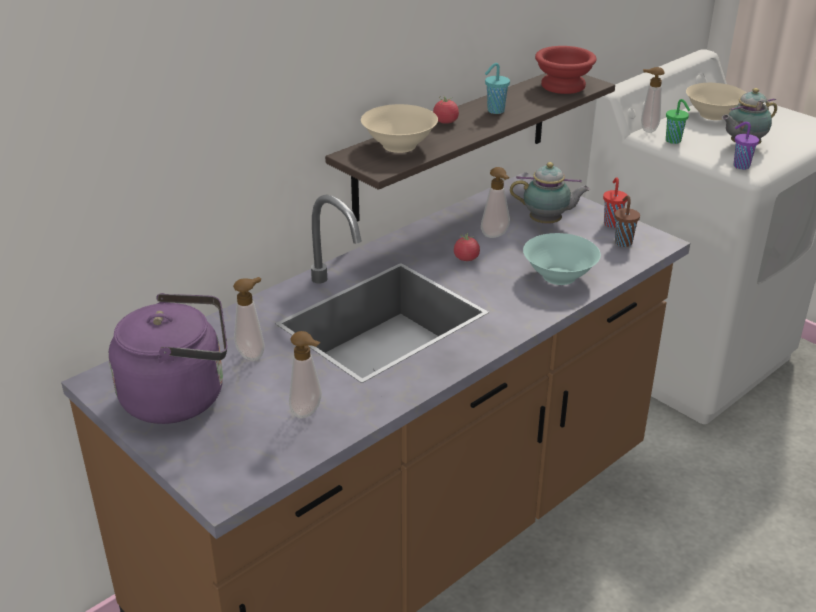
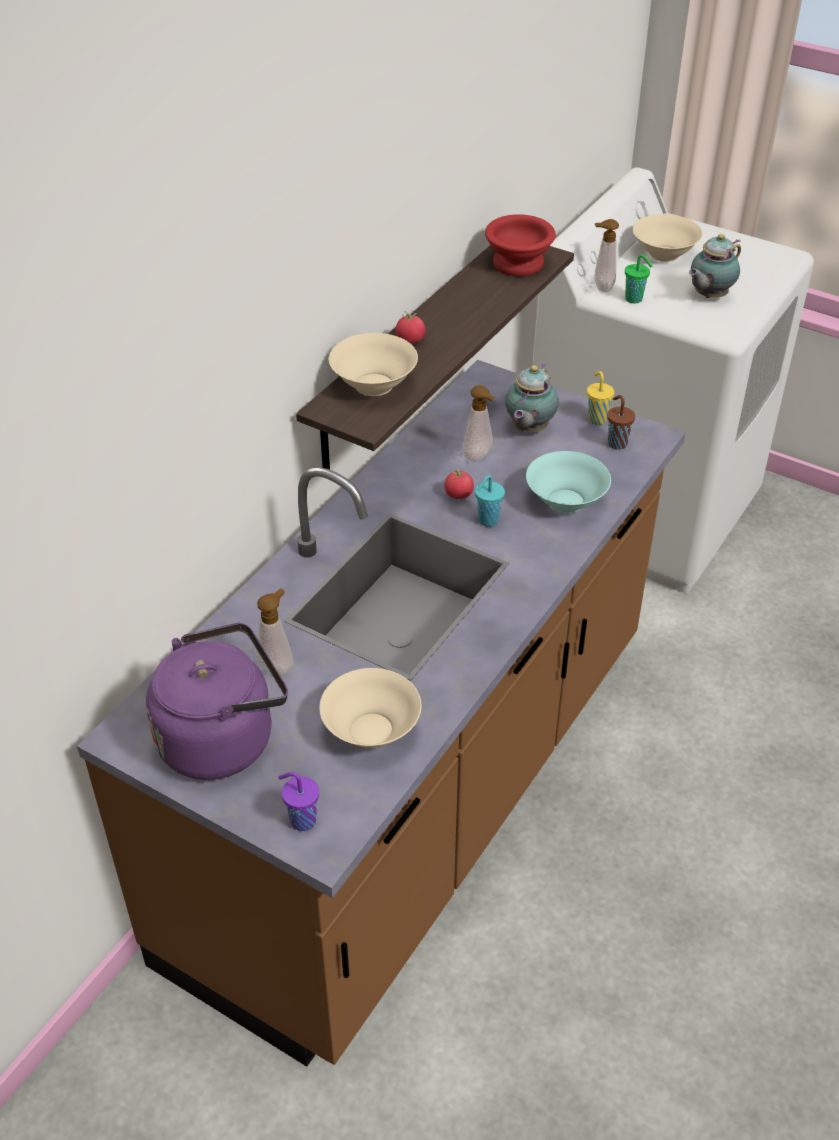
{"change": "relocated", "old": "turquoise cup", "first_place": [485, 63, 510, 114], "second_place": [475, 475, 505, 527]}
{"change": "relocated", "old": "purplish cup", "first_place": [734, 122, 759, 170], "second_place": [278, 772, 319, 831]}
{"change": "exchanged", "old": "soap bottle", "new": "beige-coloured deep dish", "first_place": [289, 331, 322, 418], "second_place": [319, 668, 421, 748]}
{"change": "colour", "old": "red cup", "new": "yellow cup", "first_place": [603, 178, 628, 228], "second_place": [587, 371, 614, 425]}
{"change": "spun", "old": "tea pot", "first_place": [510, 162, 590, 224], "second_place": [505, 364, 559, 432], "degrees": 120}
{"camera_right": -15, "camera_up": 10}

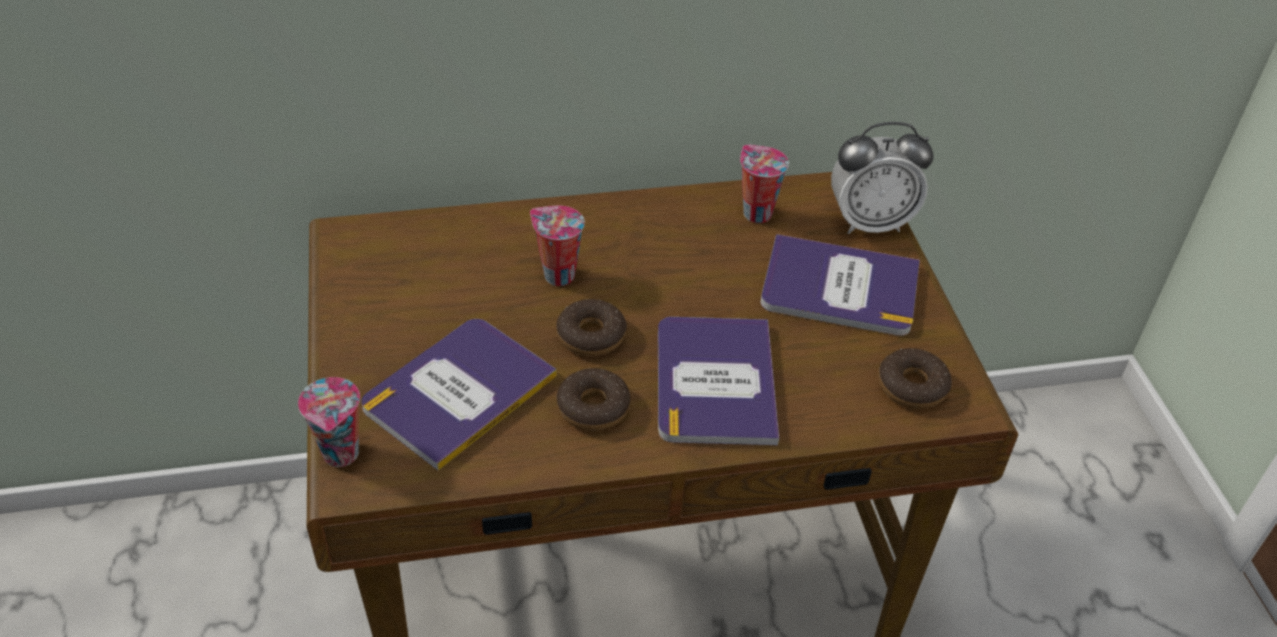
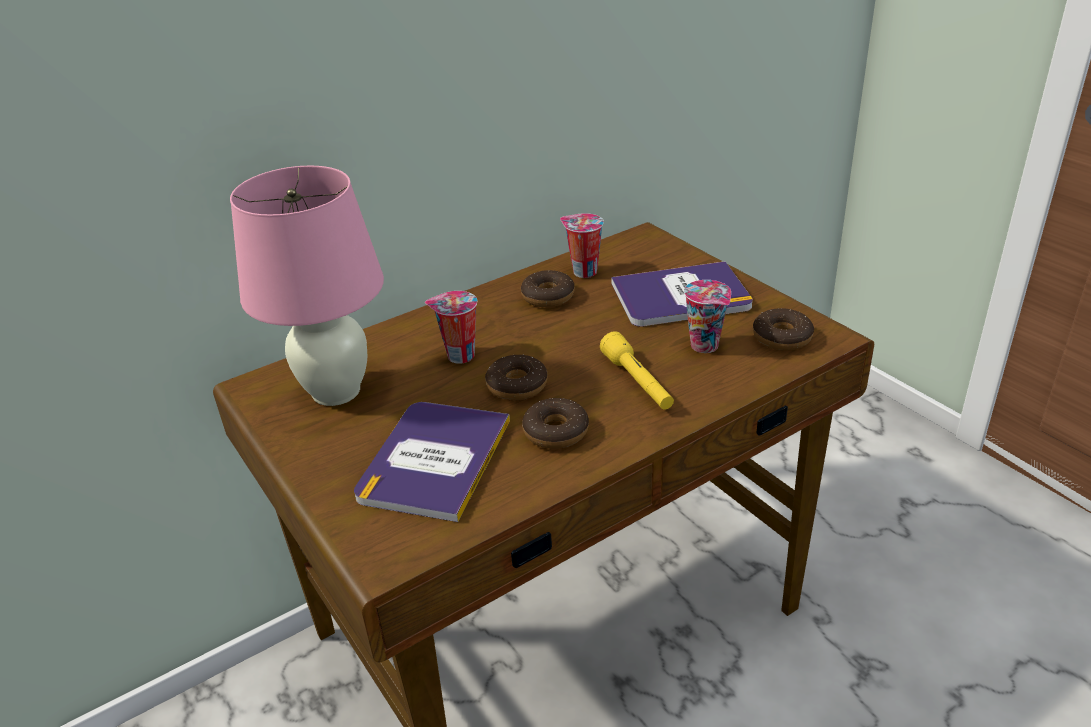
{"change": "missing", "old": "table clock", "first_place": [831, 122, 934, 234]}
{"change": "appeared", "new": "pink table lamp", "second_place": [230, 166, 384, 406]}
{"change": "appeared", "new": "doughnut", "second_place": [521, 270, 575, 307]}
{"change": "relocated", "old": "cup", "first_place": [298, 377, 360, 467], "second_place": [684, 280, 731, 353]}
{"change": "exchanged", "old": "book", "new": "yellow flashlight", "first_place": [658, 317, 779, 445], "second_place": [600, 331, 674, 410]}
{"camera_right": -20, "camera_up": -10}

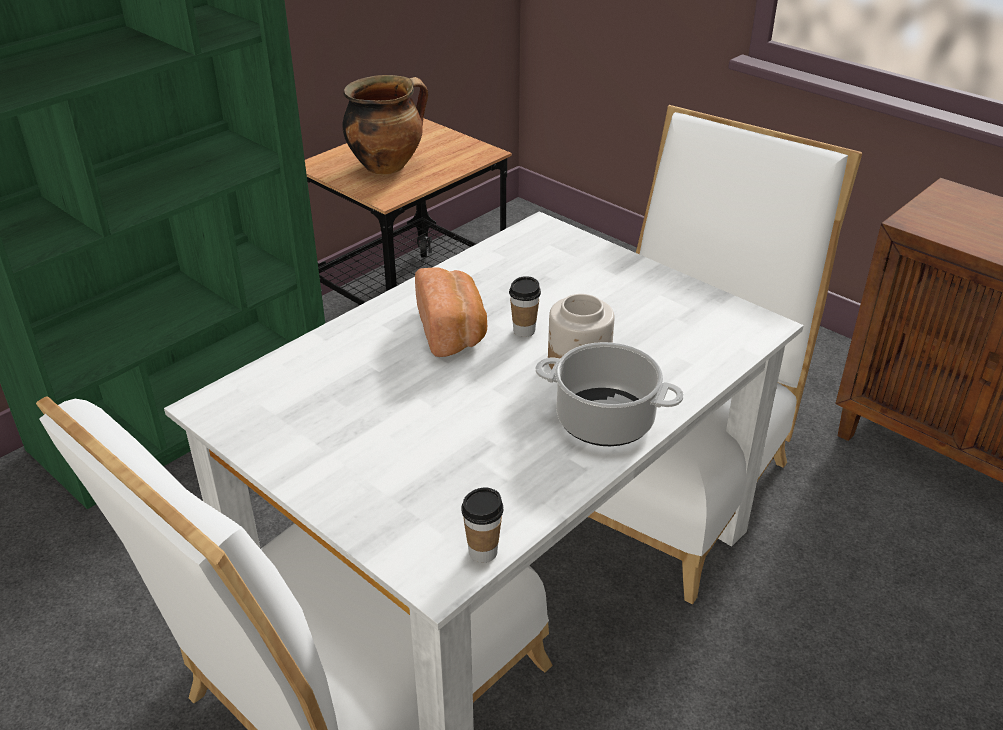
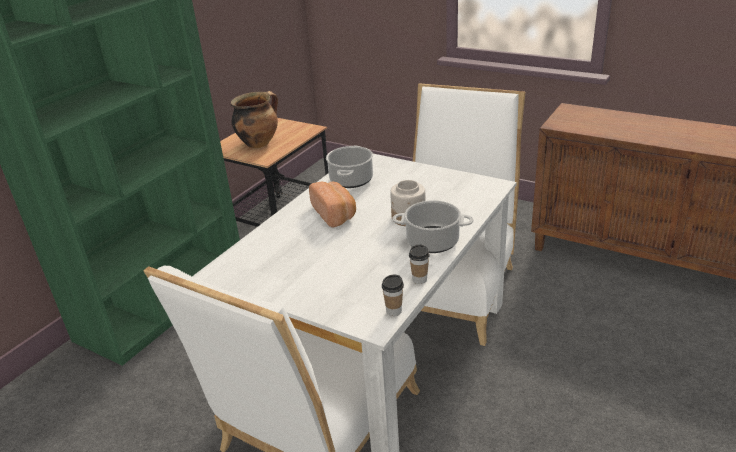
{"change": "appeared", "new": "stockpot", "second_place": [326, 146, 373, 188]}
{"change": "relocated", "old": "cup", "first_place": [509, 276, 541, 337], "second_place": [409, 244, 430, 284]}
{"camera_right": -10, "camera_up": -5}

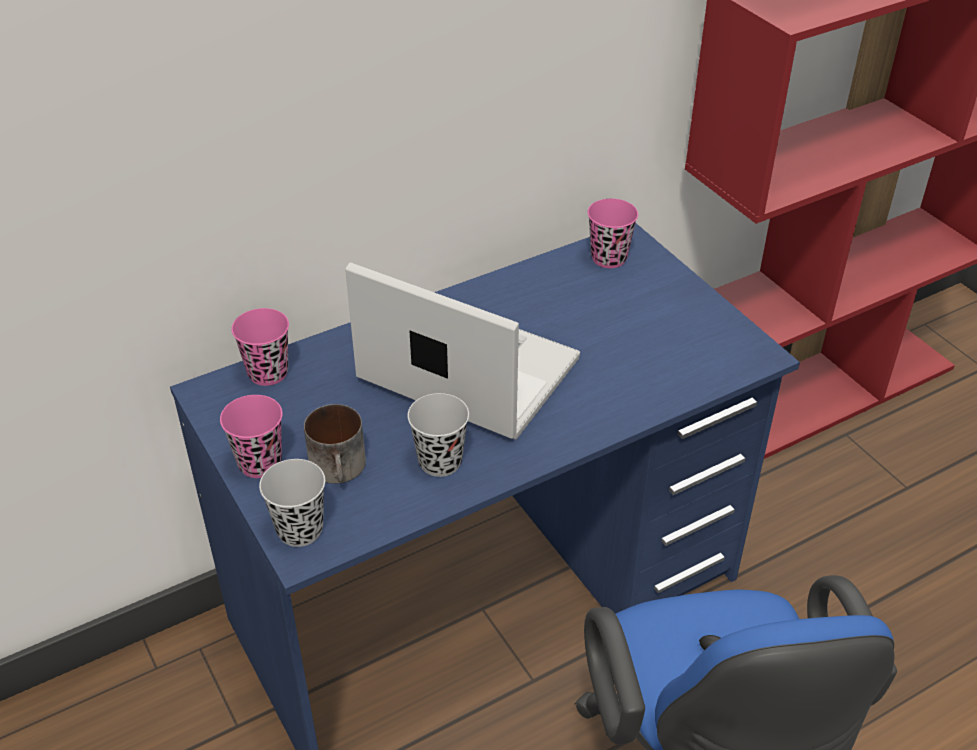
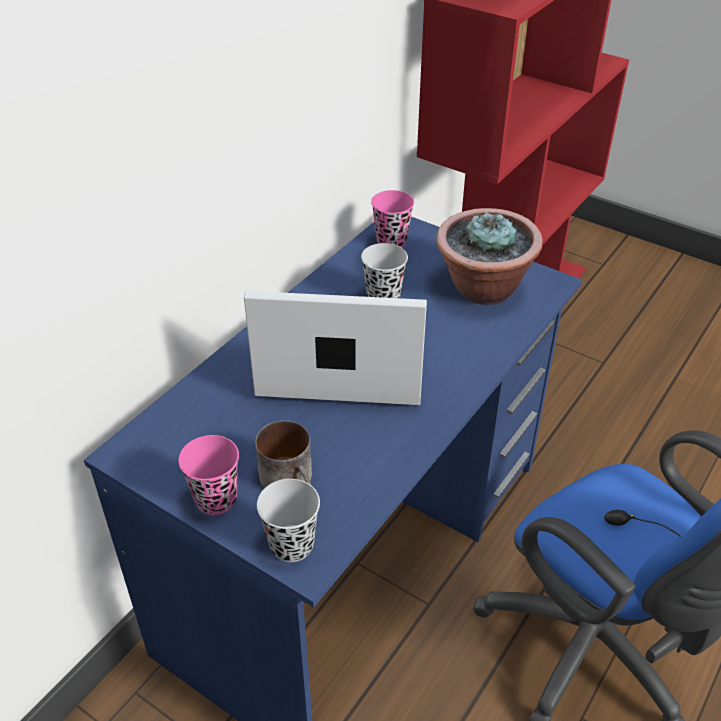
{"change": "missing", "old": "pink cup", "first_place": [232, 308, 289, 386]}
{"change": "appeared", "new": "potted plant", "second_place": [436, 208, 543, 305]}
{"change": "relocated", "old": "black-coloured cup", "first_place": [407, 393, 469, 477], "second_place": [361, 243, 408, 298]}
{"camera_right": -25, "camera_up": 0}

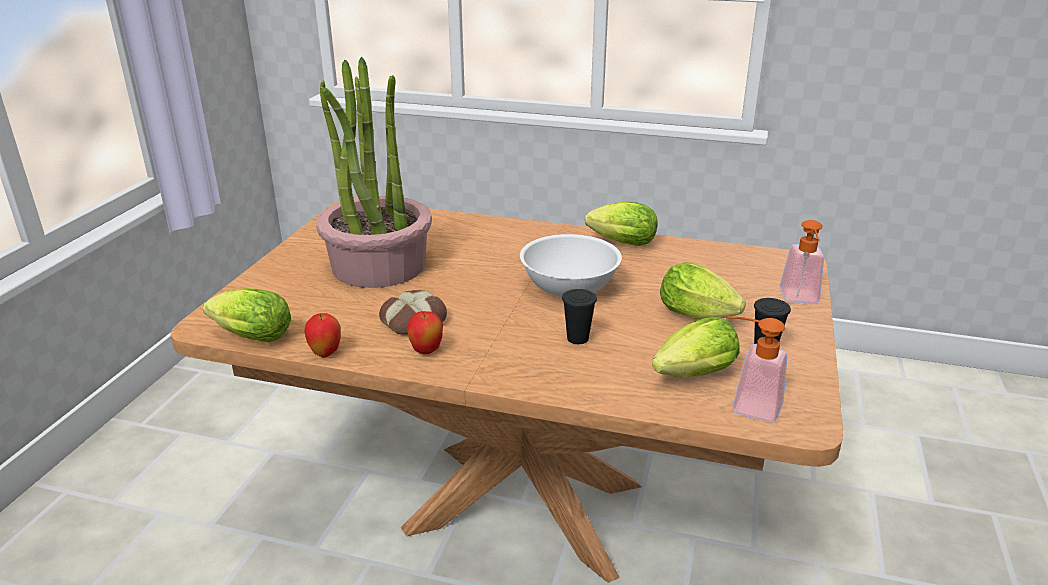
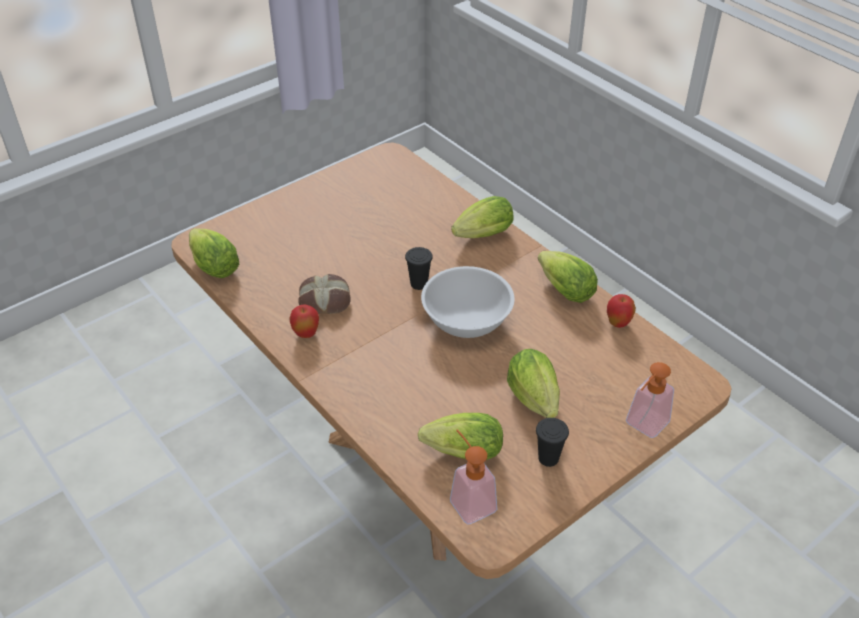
{"change": "missing", "old": "potted plant", "first_place": [316, 57, 432, 288]}
{"change": "appeared", "new": "head of lettuce", "second_place": [451, 196, 513, 238]}
{"change": "relocated", "old": "apple", "first_place": [304, 313, 341, 357], "second_place": [607, 294, 636, 328]}
{"change": "relocated", "old": "black-coloured cup", "first_place": [562, 289, 597, 344], "second_place": [405, 247, 433, 290]}
{"camera_right": 35, "camera_up": 15}

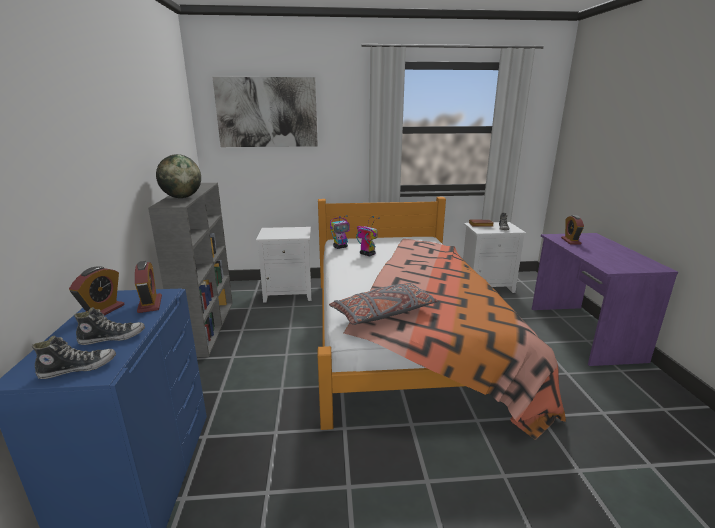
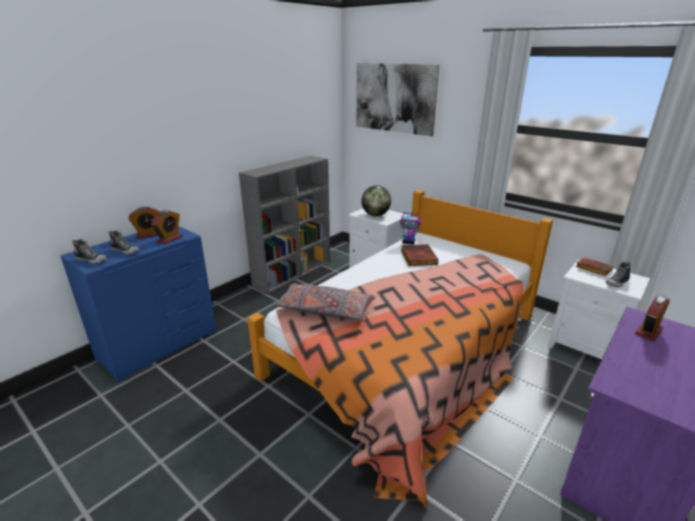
{"change": "relocated", "old": "globe", "first_place": [156, 154, 201, 198], "second_place": [362, 185, 391, 216]}
{"change": "exchanged", "old": "robot figure", "new": "book", "first_place": [356, 216, 380, 256], "second_place": [401, 244, 438, 266]}
{"camera_right": 45, "camera_up": 5}

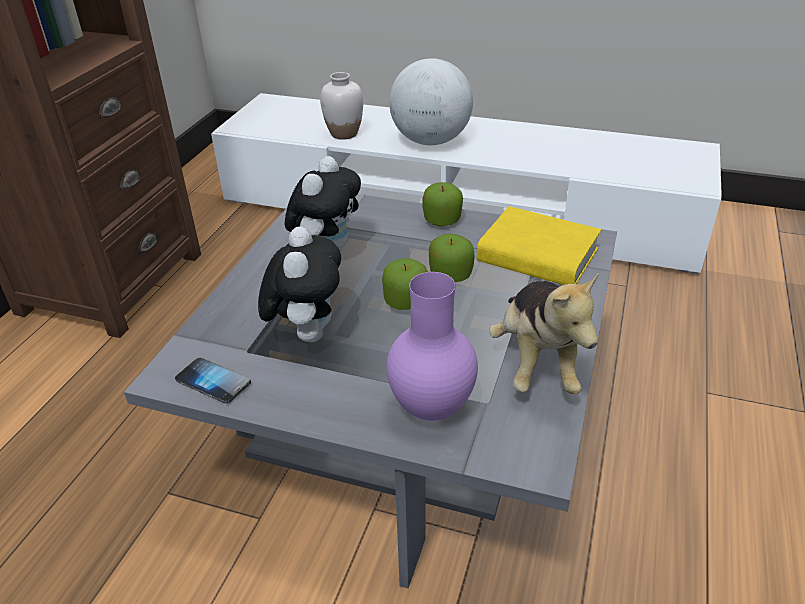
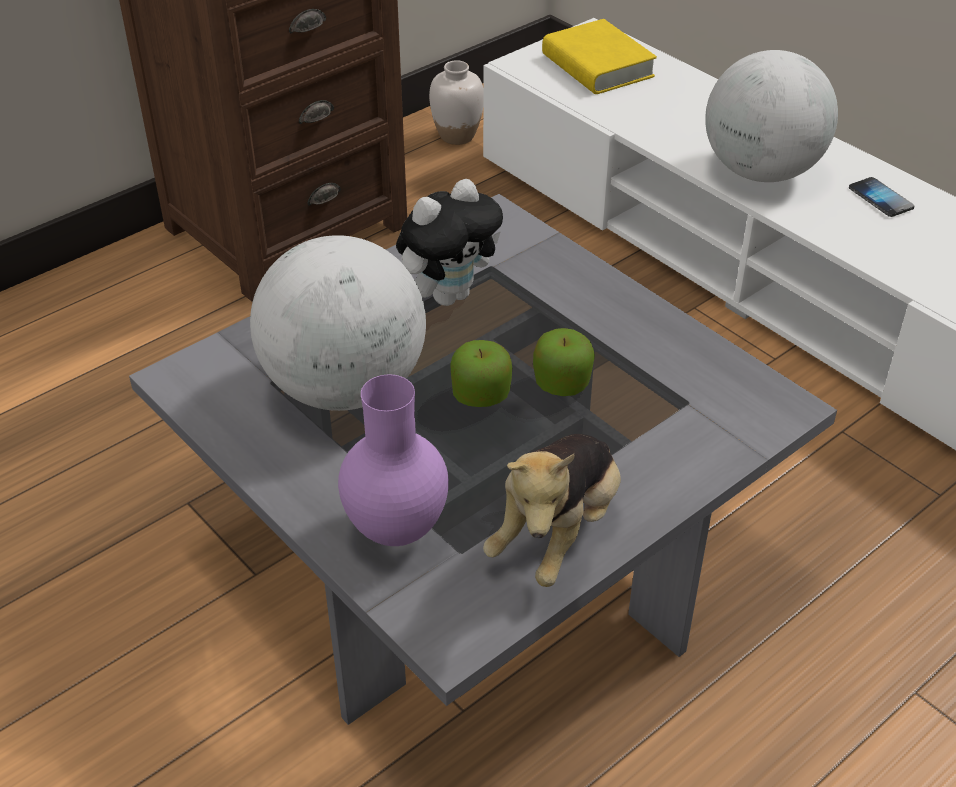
{"change": "missing", "old": "apple", "first_place": [422, 182, 463, 226]}
{"change": "relocated", "old": "telephone", "first_place": [175, 358, 251, 404], "second_place": [849, 177, 914, 217]}
{"change": "relocated", "old": "white-coloured decorative vase", "first_place": [320, 72, 363, 140], "second_place": [429, 60, 483, 145]}
{"change": "relocated", "old": "yellow book", "first_place": [477, 206, 601, 285], "second_place": [542, 19, 657, 94]}
{"change": "exchanged", "old": "cuddly toy", "new": "globe", "first_place": [258, 226, 341, 342], "second_place": [250, 235, 426, 411]}
{"camera_right": 30, "camera_up": 5}

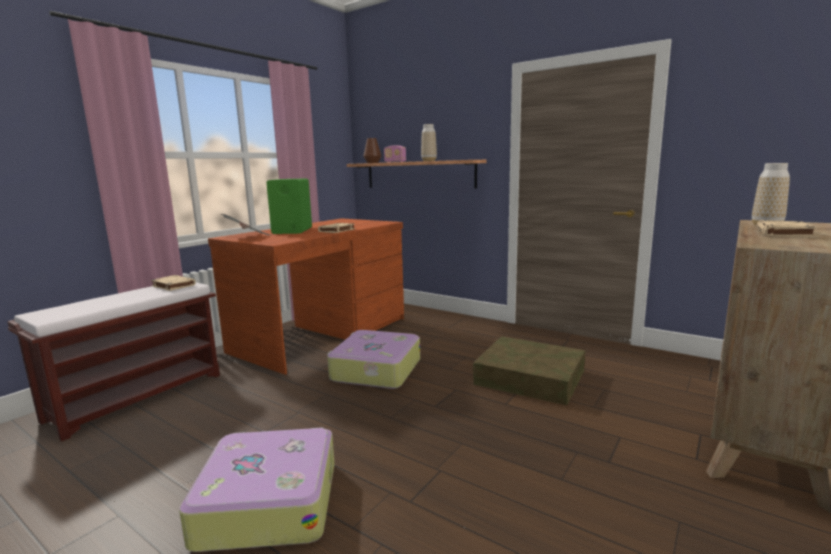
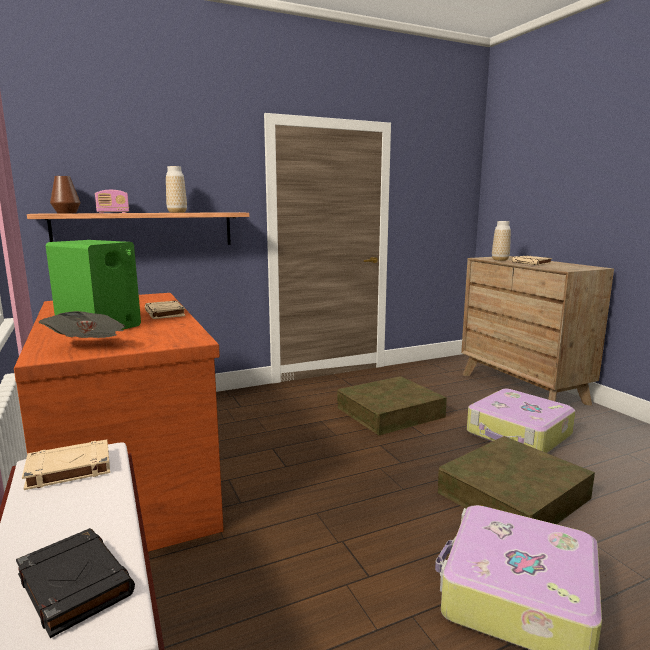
{"change": "appeared", "new": "black-coloured book", "second_place": [16, 528, 135, 638]}
{"change": "appeared", "new": "brownish storage box", "second_place": [438, 436, 595, 524]}
{"change": "relocated", "old": "travel case", "first_place": [327, 330, 420, 389], "second_place": [467, 389, 575, 453]}
{"camera_right": -60, "camera_up": 0}

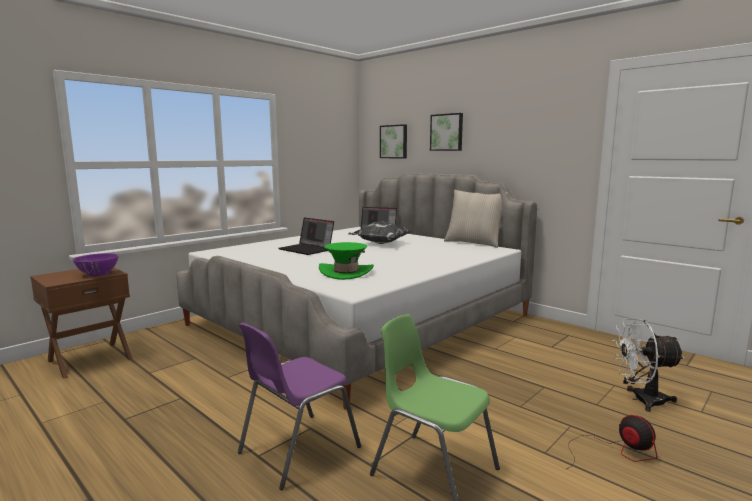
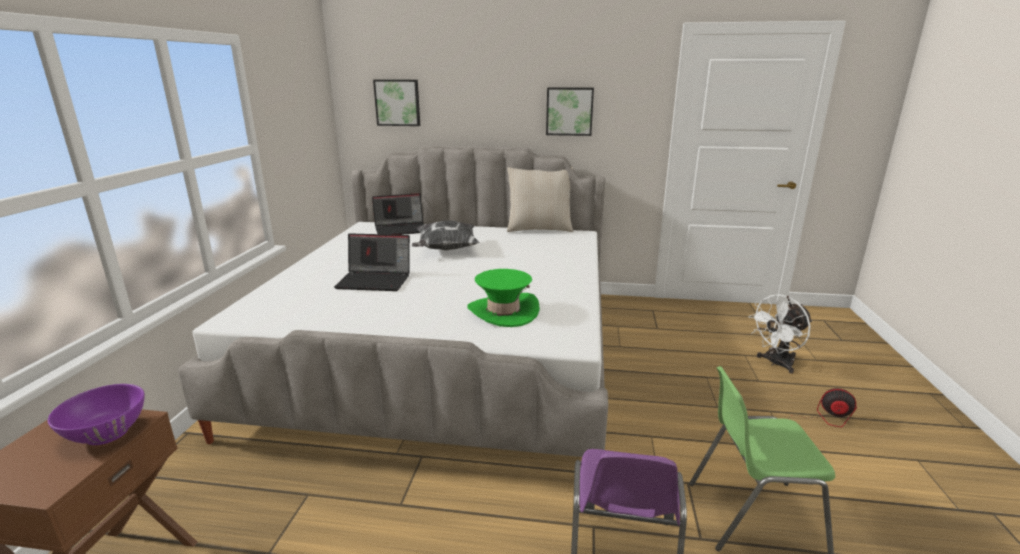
{"change": "relocated", "old": "picture", "first_place": [430, 113, 463, 151], "second_place": [546, 87, 594, 136]}
{"camera_right": -35, "camera_up": 10}

